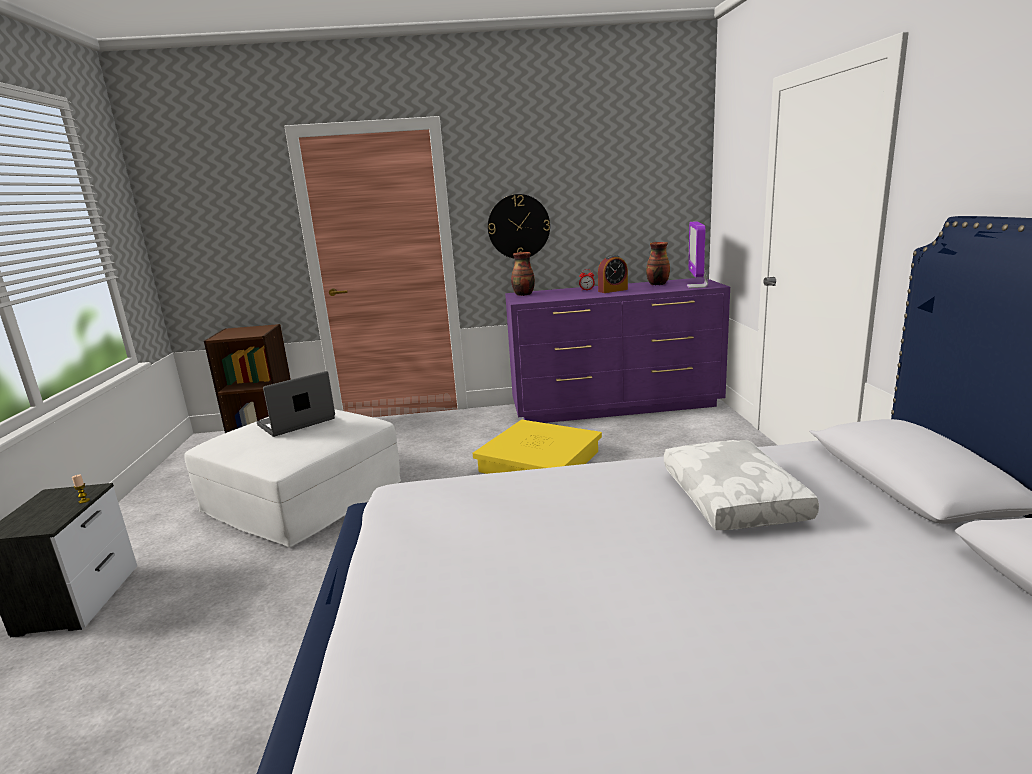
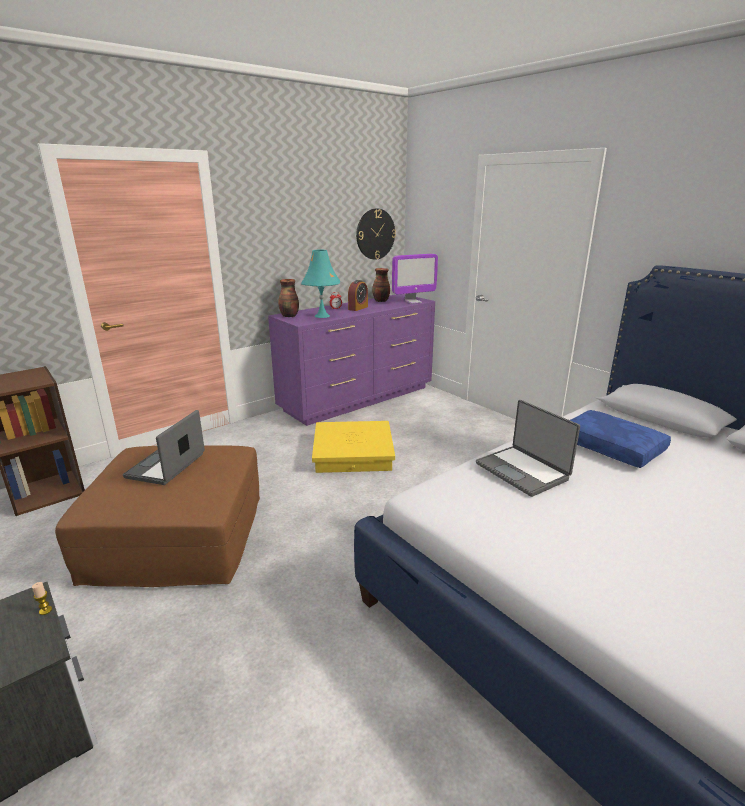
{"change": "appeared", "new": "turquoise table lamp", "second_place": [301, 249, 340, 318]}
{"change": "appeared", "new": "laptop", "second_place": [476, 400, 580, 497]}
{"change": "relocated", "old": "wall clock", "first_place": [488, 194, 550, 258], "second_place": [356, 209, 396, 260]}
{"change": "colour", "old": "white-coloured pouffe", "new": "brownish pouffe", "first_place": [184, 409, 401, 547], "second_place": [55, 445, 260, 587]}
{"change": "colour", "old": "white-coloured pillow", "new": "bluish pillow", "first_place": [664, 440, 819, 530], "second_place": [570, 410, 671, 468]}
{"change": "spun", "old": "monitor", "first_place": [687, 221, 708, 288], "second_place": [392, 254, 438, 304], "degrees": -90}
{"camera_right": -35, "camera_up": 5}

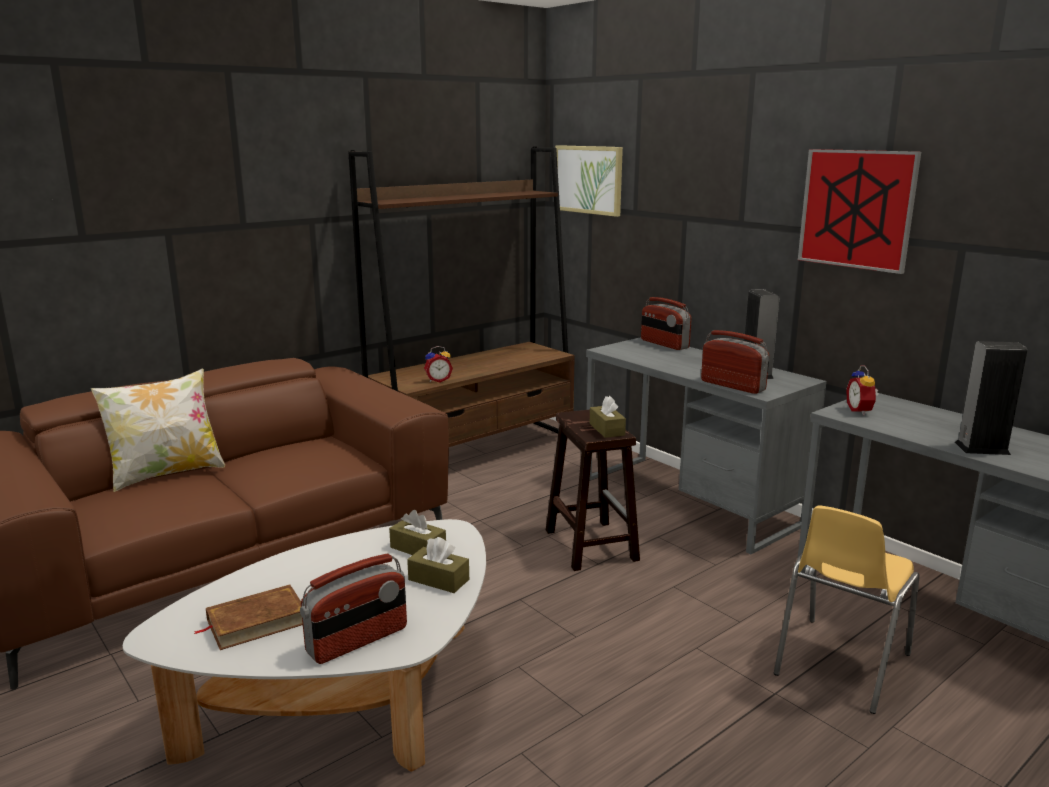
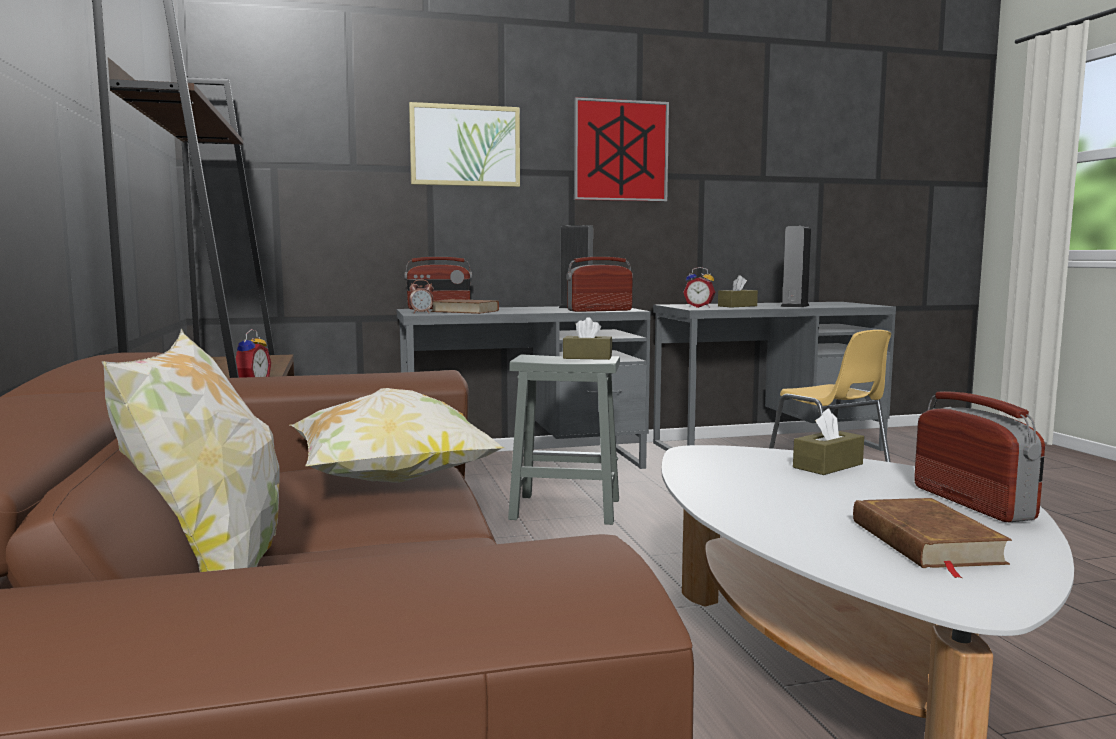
{"change": "appeared", "new": "pillow", "second_place": [290, 388, 505, 483]}
{"change": "appeared", "new": "table clock", "second_place": [409, 280, 434, 313]}
{"change": "appeared", "new": "brownish book", "second_place": [430, 299, 499, 314]}
{"change": "relocated", "old": "brownish tissue holder", "first_place": [389, 510, 446, 555], "second_place": [718, 275, 758, 307]}
{"change": "relocated", "old": "picture", "first_place": [555, 145, 623, 217], "second_place": [409, 102, 520, 187]}
{"change": "colour", "old": "brownish sitting stool", "new": "greyish sitting stool", "first_place": [546, 410, 640, 571], "second_place": [508, 354, 620, 525]}
{"camera_right": -65, "camera_up": -10}

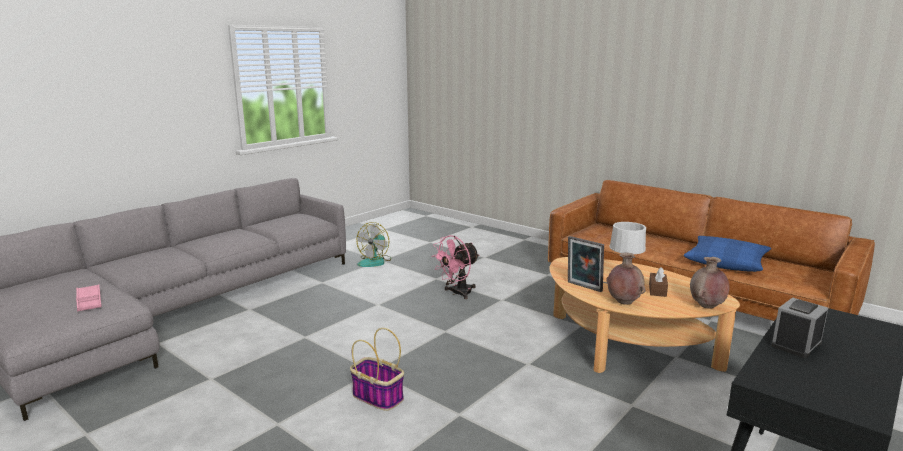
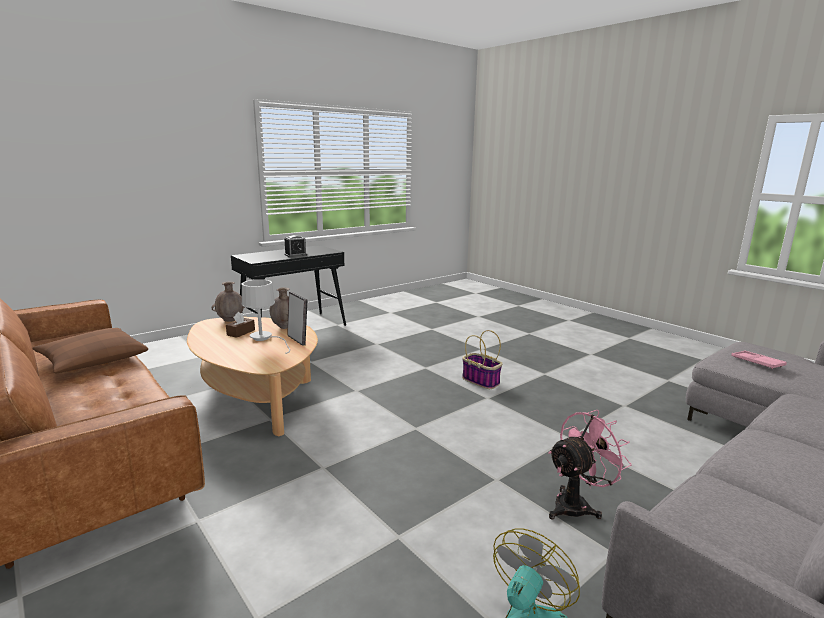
{"change": "relocated", "old": "pink cooling fan", "first_place": [431, 235, 479, 299], "second_place": [548, 410, 632, 519]}
{"change": "colour", "old": "bluish pillow", "new": "brownish pillow", "first_place": [684, 236, 771, 272], "second_place": [33, 328, 148, 373]}
{"camera_right": -170, "camera_up": 0}

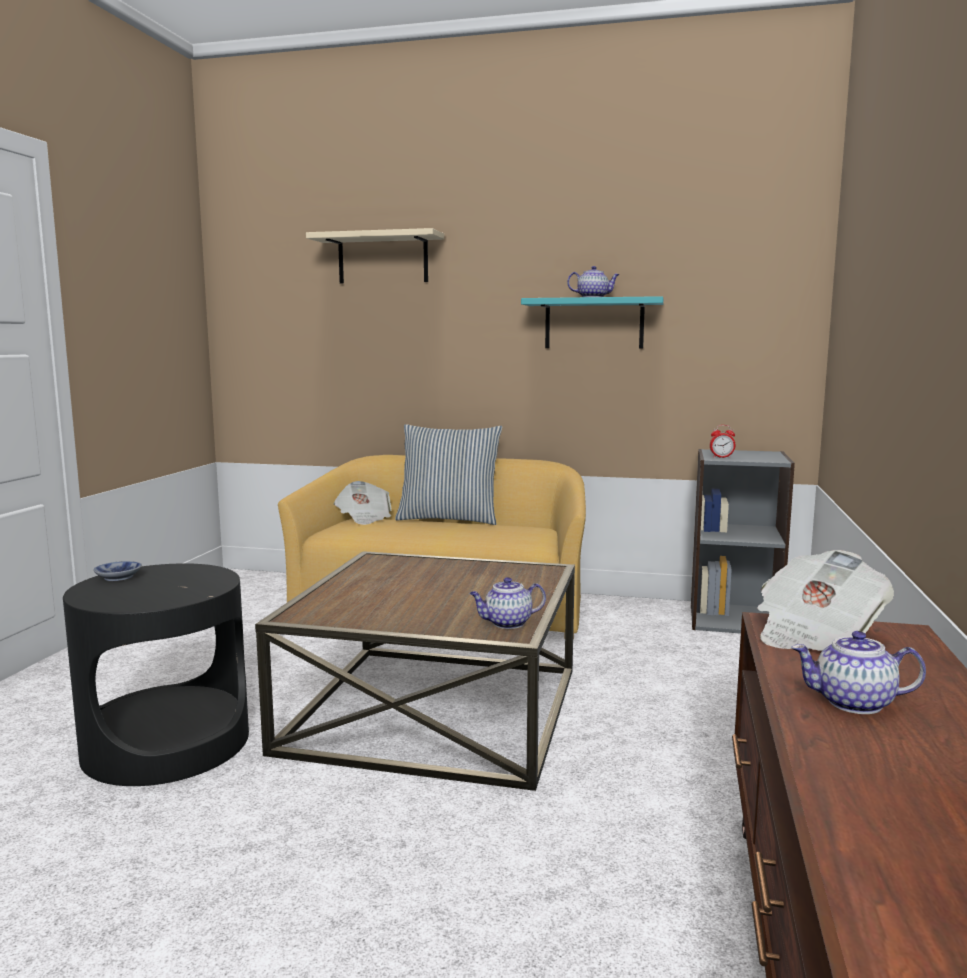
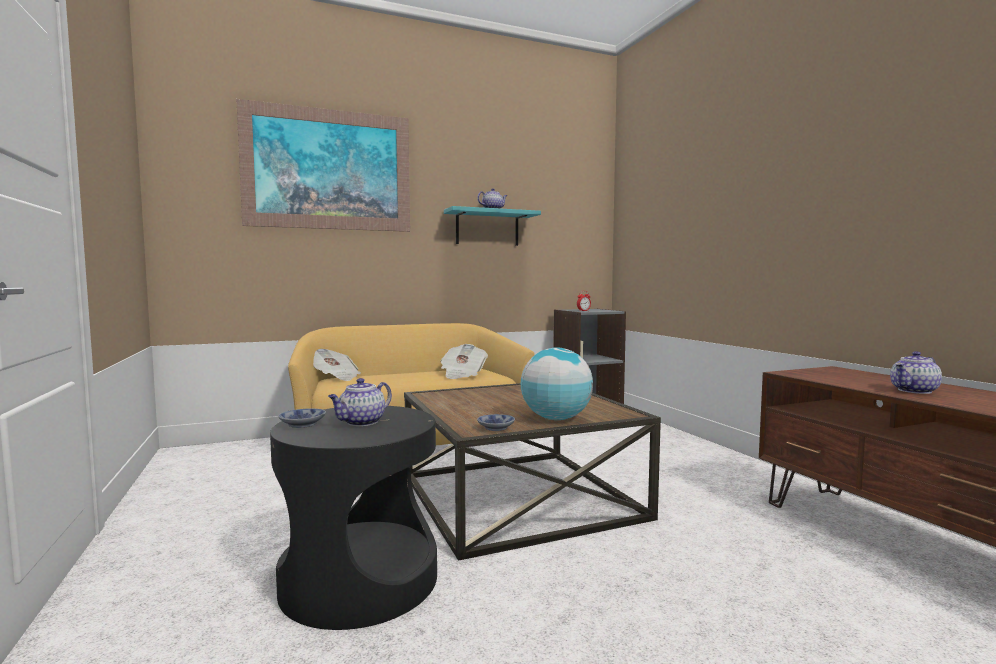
{"change": "missing", "old": "pillow", "first_place": [395, 424, 502, 525]}
{"change": "appeared", "new": "deep dish", "second_place": [477, 414, 515, 431]}
{"change": "appeared", "new": "globe", "second_place": [521, 348, 593, 420]}
{"change": "relocated", "old": "tea pot", "first_place": [470, 577, 546, 629], "second_place": [328, 378, 392, 426]}
{"change": "relocated", "old": "daily paper", "first_place": [757, 550, 894, 651], "second_place": [440, 344, 488, 379]}
{"change": "exchanged", "old": "beige-coloured shelf", "new": "picture", "first_place": [306, 228, 444, 284], "second_place": [236, 99, 410, 232]}
{"camera_right": -35, "camera_up": -5}

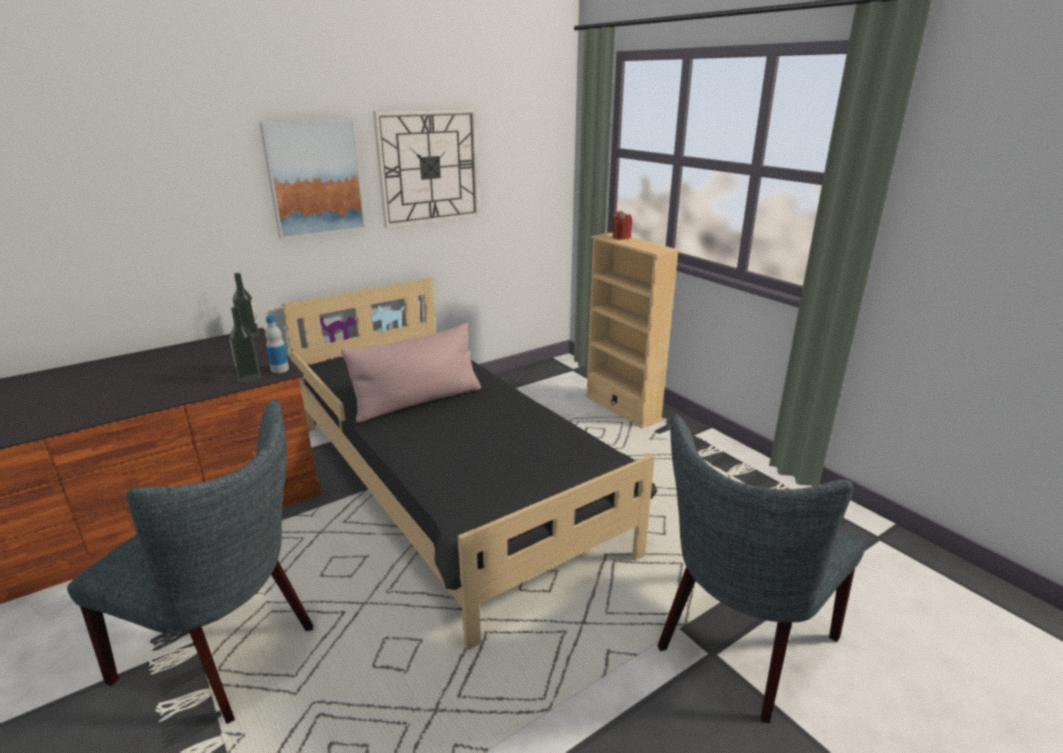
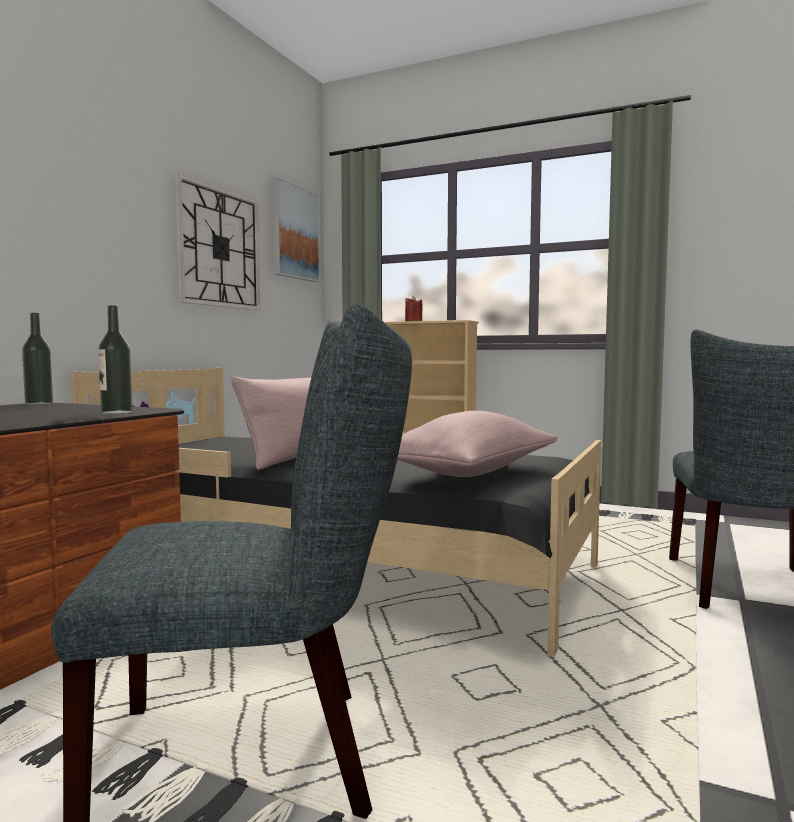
{"change": "missing", "old": "drink bottle", "first_place": [265, 316, 289, 373]}
{"change": "appeared", "new": "pink pillow", "second_place": [397, 411, 557, 477]}
{"change": "relocated", "old": "picture", "first_place": [260, 119, 366, 240], "second_place": [272, 177, 320, 282]}
{"camera_right": -30, "camera_up": -20}

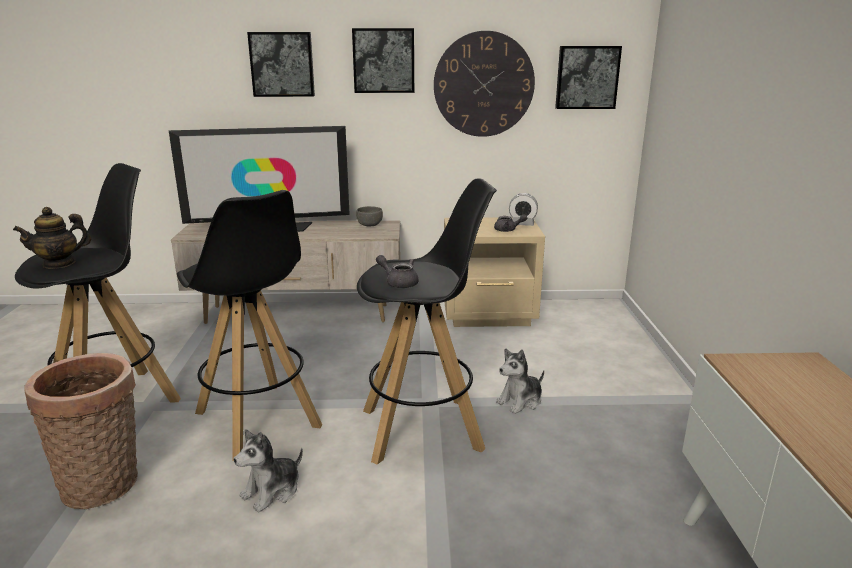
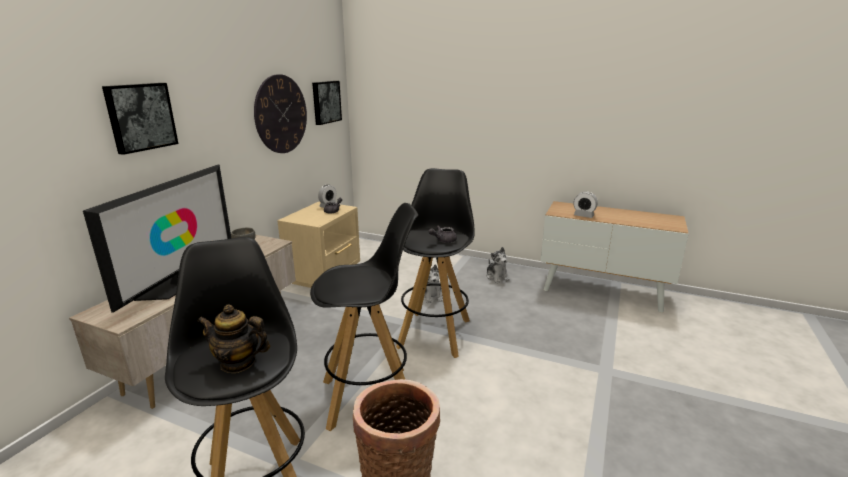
{"change": "missing", "old": "picture", "first_place": [352, 28, 414, 93]}
{"change": "appeared", "new": "table clock", "second_place": [573, 191, 598, 218]}
{"change": "relocated", "old": "cuddly toy", "first_place": [233, 429, 303, 512], "second_place": [486, 247, 510, 283]}
{"change": "spun", "old": "tea pot", "first_place": [13, 207, 91, 269], "second_place": [198, 304, 270, 373], "degrees": 105}
{"camera_right": -65, "camera_up": 0}

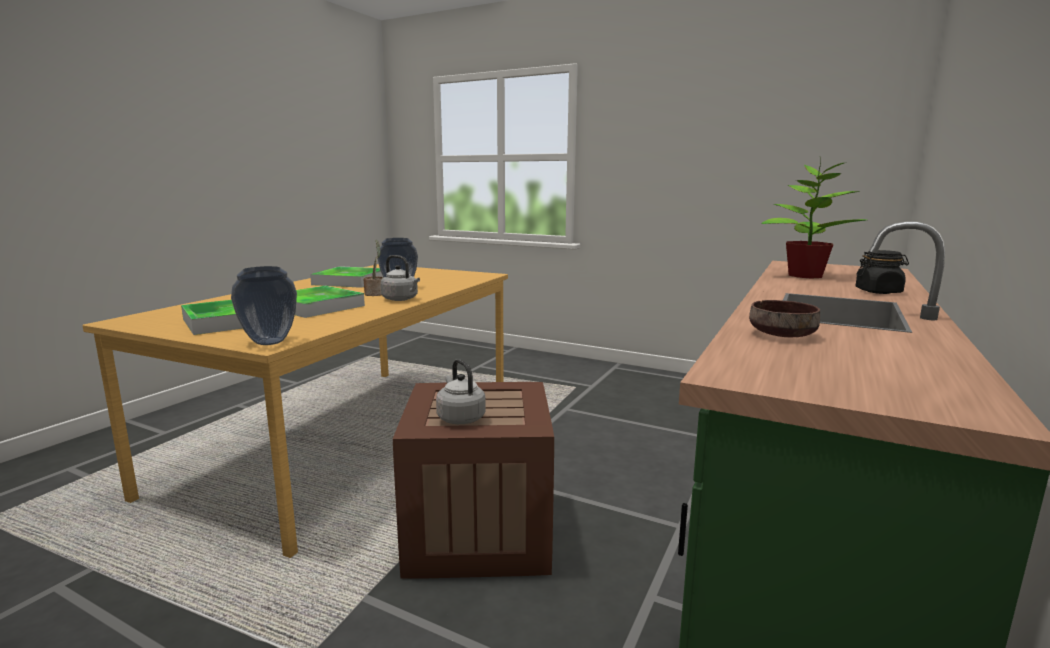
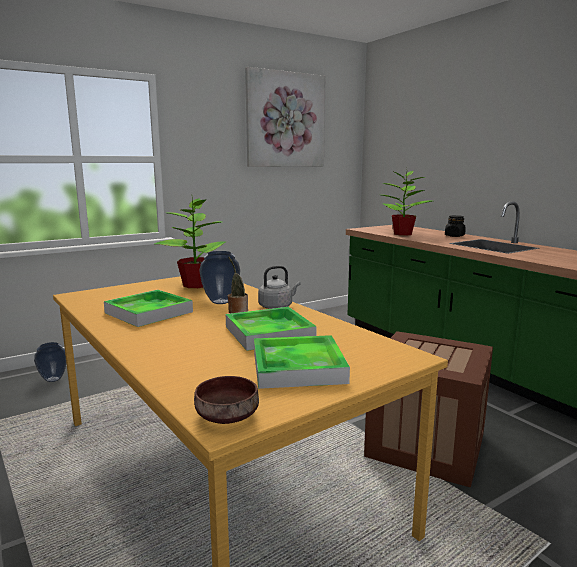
{"change": "missing", "old": "greyish kettle", "first_place": [436, 359, 486, 424]}
{"change": "appeared", "new": "potted plant", "second_place": [154, 198, 225, 288]}
{"change": "appeared", "new": "picture", "second_place": [245, 67, 326, 167]}
{"change": "relocated", "old": "decorative vase", "first_place": [231, 266, 297, 345], "second_place": [34, 342, 66, 382]}
{"change": "relocated", "old": "brownish deep dish", "first_place": [749, 300, 820, 337], "second_place": [194, 376, 259, 424]}
{"camera_right": -60, "camera_up": 0}

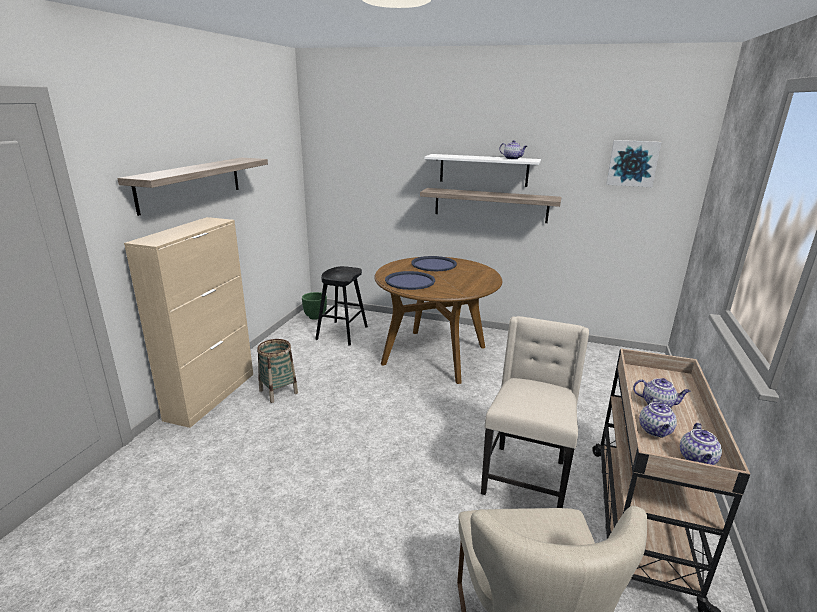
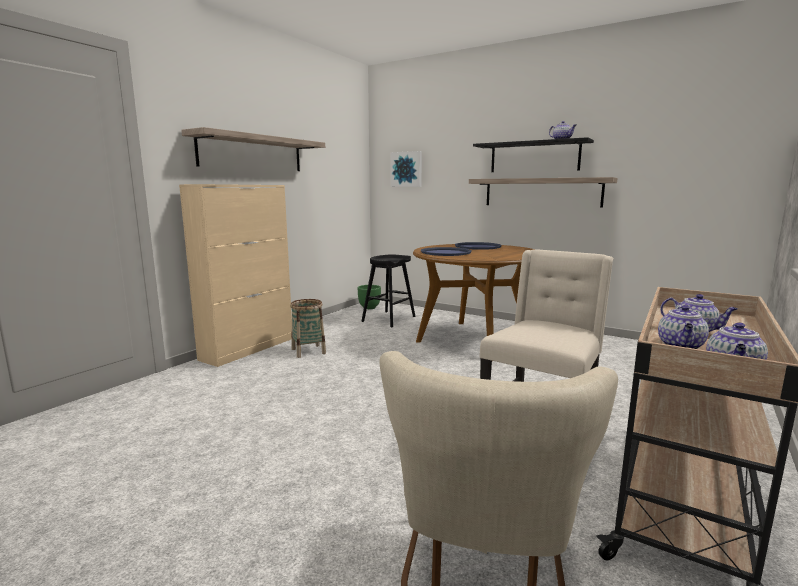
{"change": "relocated", "old": "picture", "first_place": [606, 140, 662, 187], "second_place": [391, 151, 422, 187]}
{"change": "colour", "old": "white-coloured shelf", "new": "black-coloured shelf", "first_place": [424, 154, 541, 187], "second_place": [473, 137, 594, 172]}
{"camera_right": 15, "camera_up": -10}

